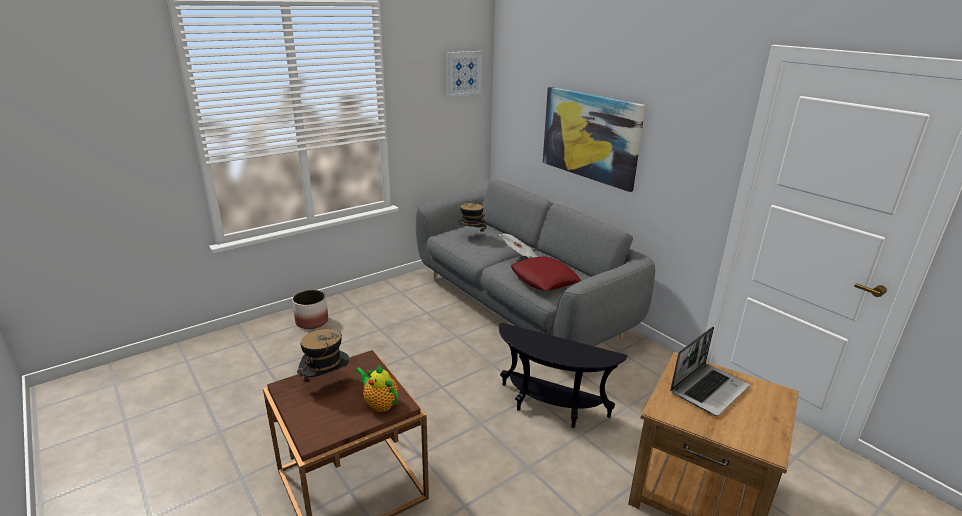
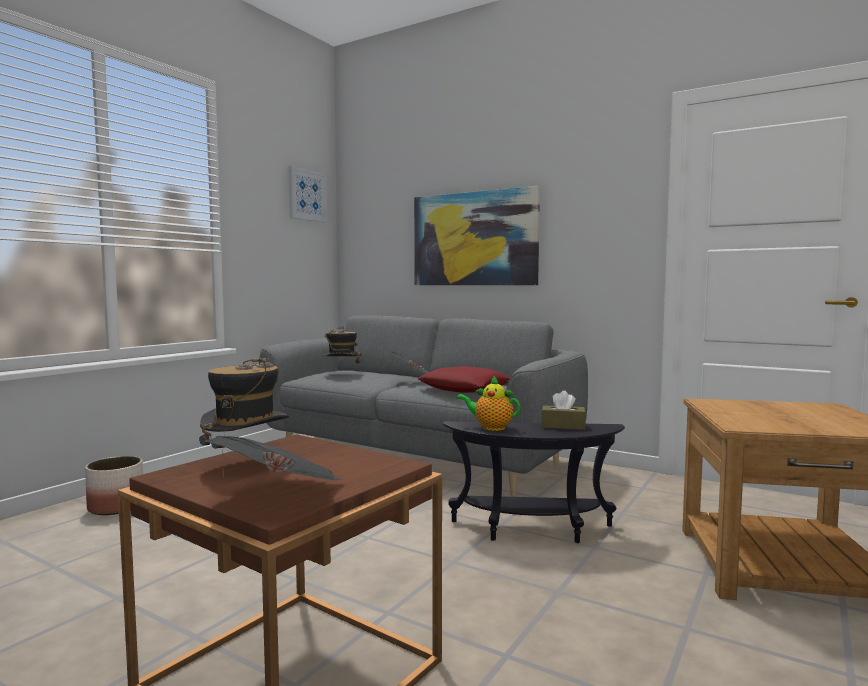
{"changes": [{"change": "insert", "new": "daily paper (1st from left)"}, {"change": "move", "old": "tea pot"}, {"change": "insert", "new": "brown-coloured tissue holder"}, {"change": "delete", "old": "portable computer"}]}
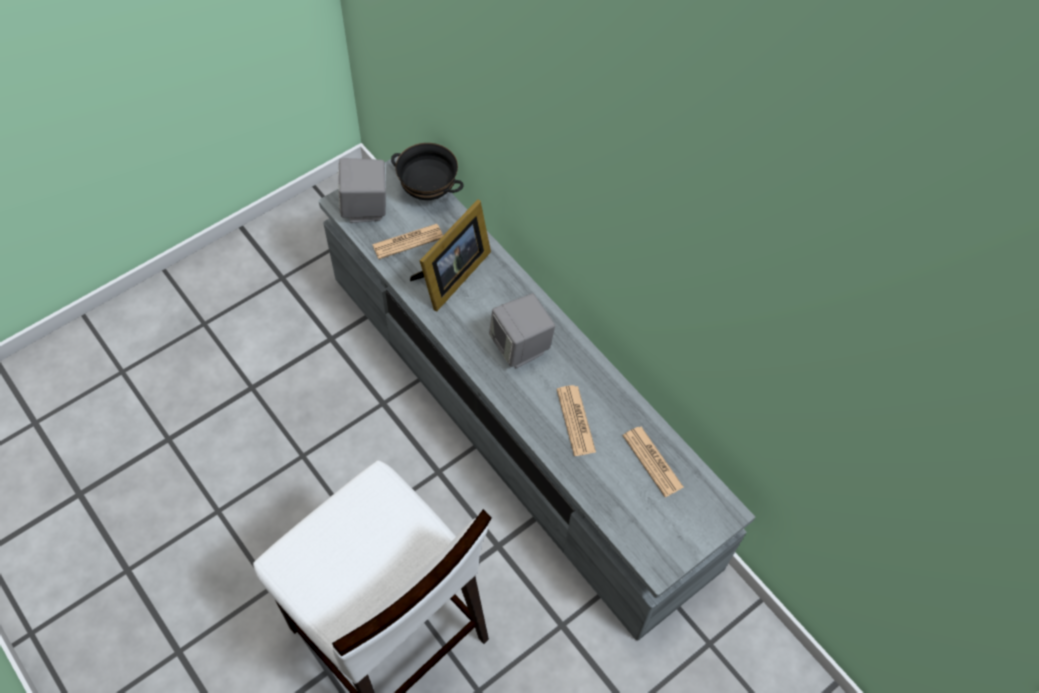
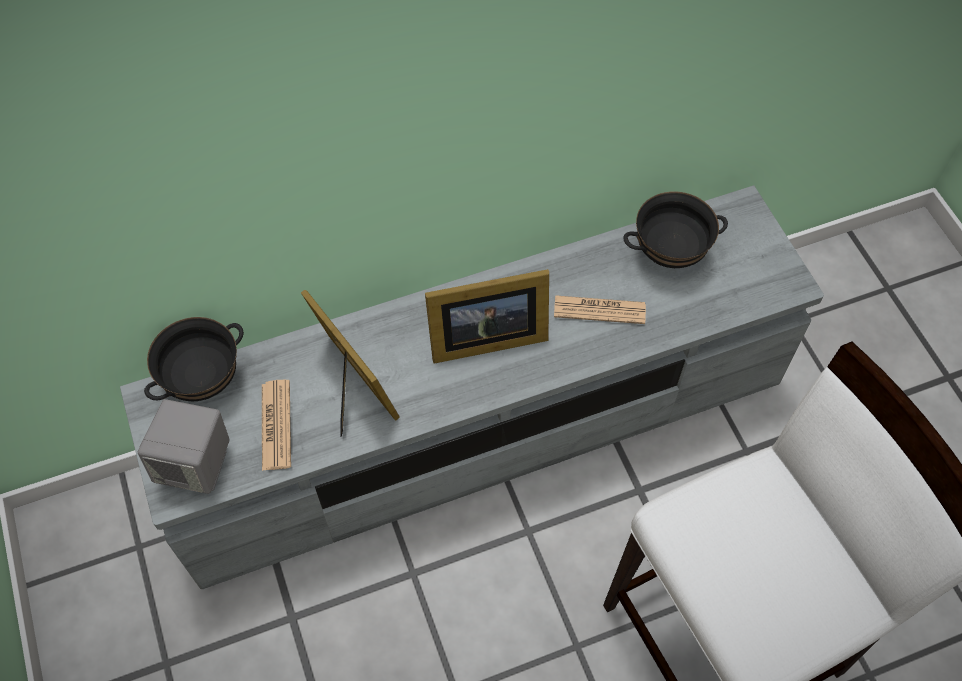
{"changes": [{"change": "replace", "old": "greyish speaker (2nd from left)", "new": "picture frame (2nd from left)"}, {"change": "replace", "old": "daily paper (3rd from left)", "new": "black bowl (2nd from left)"}]}
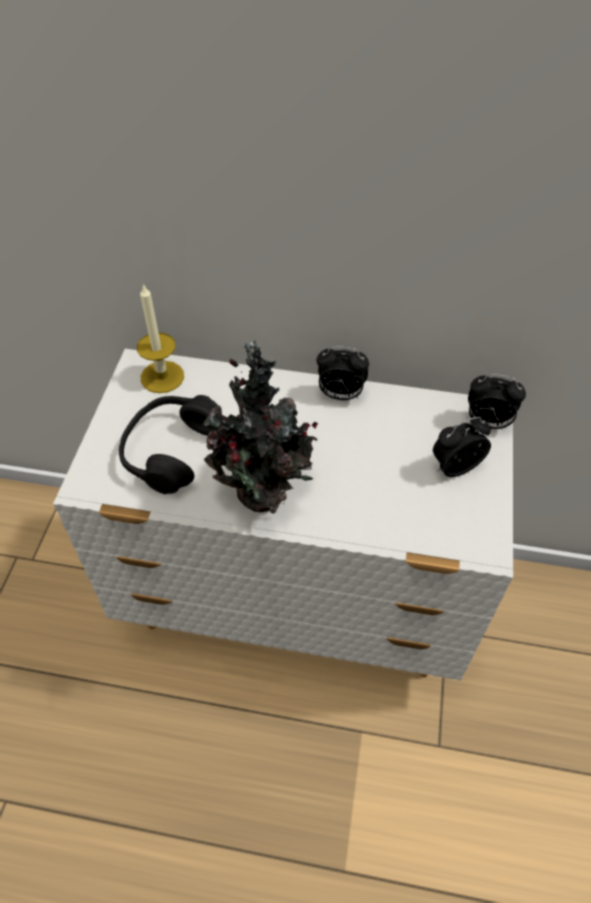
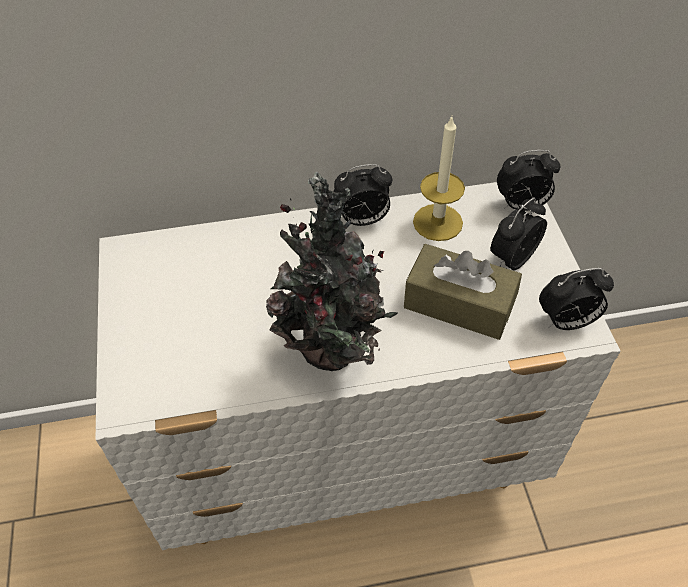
{"changes": [{"change": "insert", "new": "brown-coloured tissue holder"}, {"change": "move", "old": "wax light"}, {"change": "insert", "new": "alarm clock (4th from left)"}, {"change": "delete", "old": "black headphones"}]}
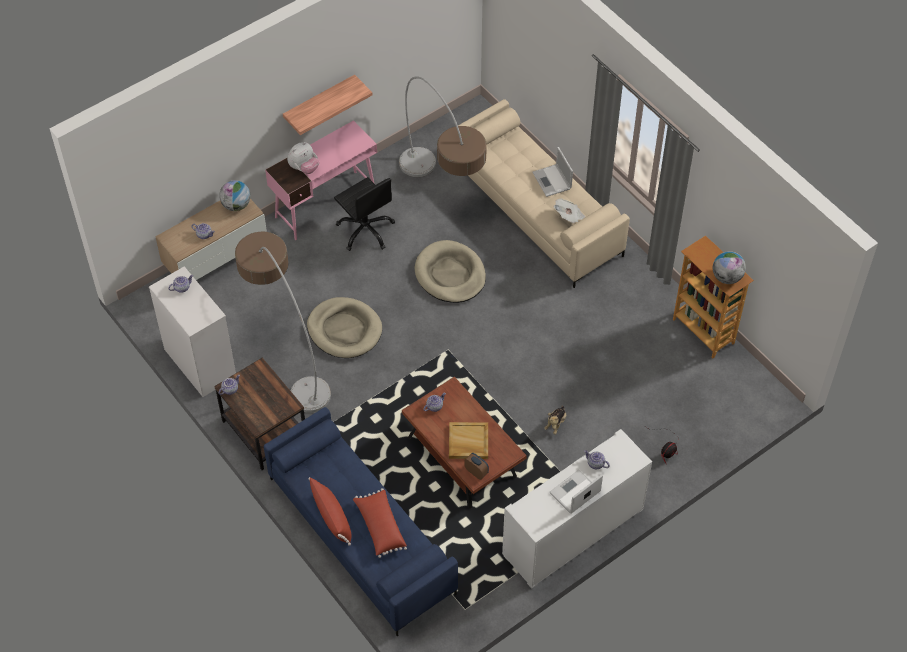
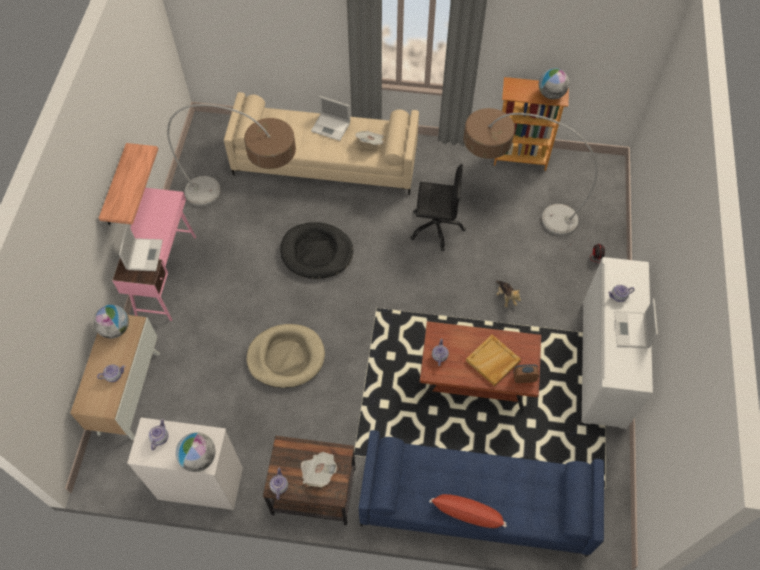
{"changes": [{"change": "replace", "old": "cuddly toy (1st from left)", "new": "portable computer (1st from left)"}, {"change": "insert", "new": "world globe (2nd from left)"}, {"change": "recolor", "old": "beige-coloured pet bed (2nd from left)", "new": "black pet bed"}, {"change": "insert", "new": "daily paper (1st from left)"}, {"change": "move", "old": "black computer chair"}, {"change": "move", "old": "standard lamp (1st from left in the first image)", "new": "standard lamp (2nd from left)"}, {"change": "delete", "old": "reddish pillow (2nd from left)"}]}
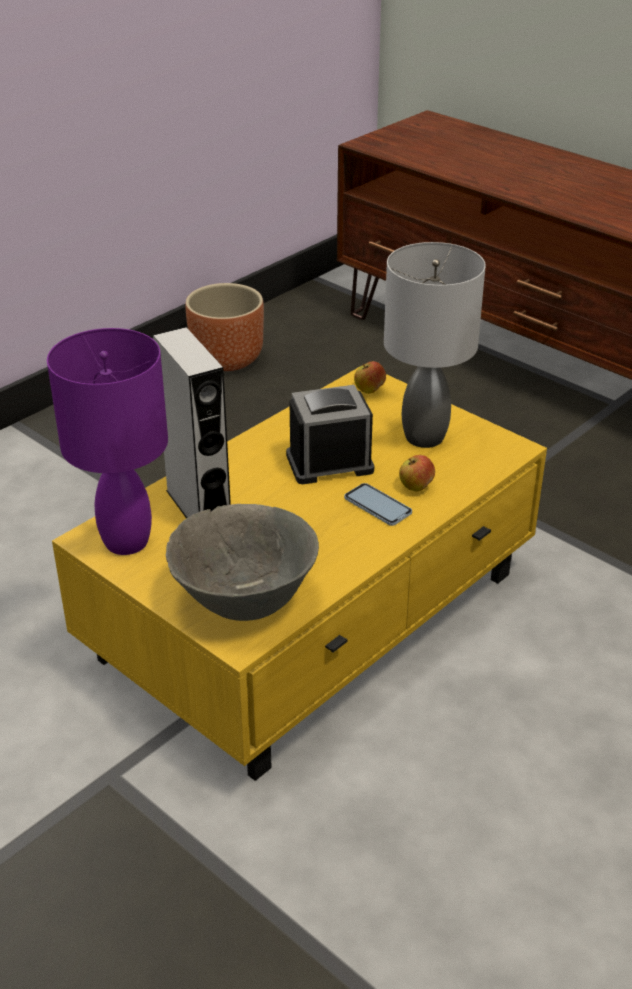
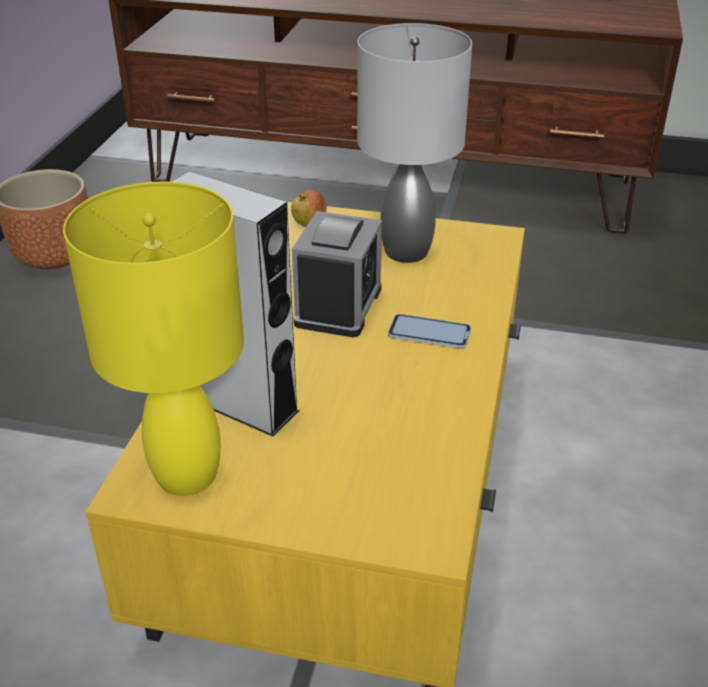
{"changes": [{"change": "recolor", "old": "purple-coloured tabletop lamp", "new": "yellow tabletop lamp"}, {"change": "rotate", "old": "alarm clock", "degrees": 150}, {"change": "delete", "old": "greyish bowl"}, {"change": "delete", "old": "apple fruit (2nd from left)"}]}
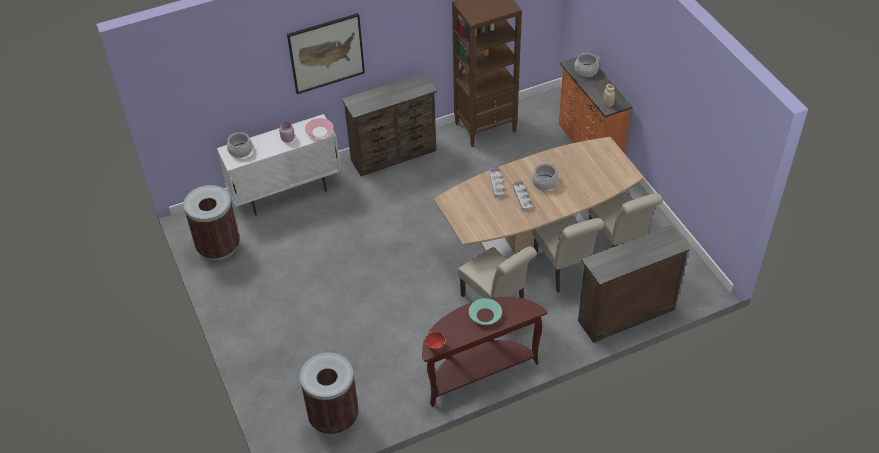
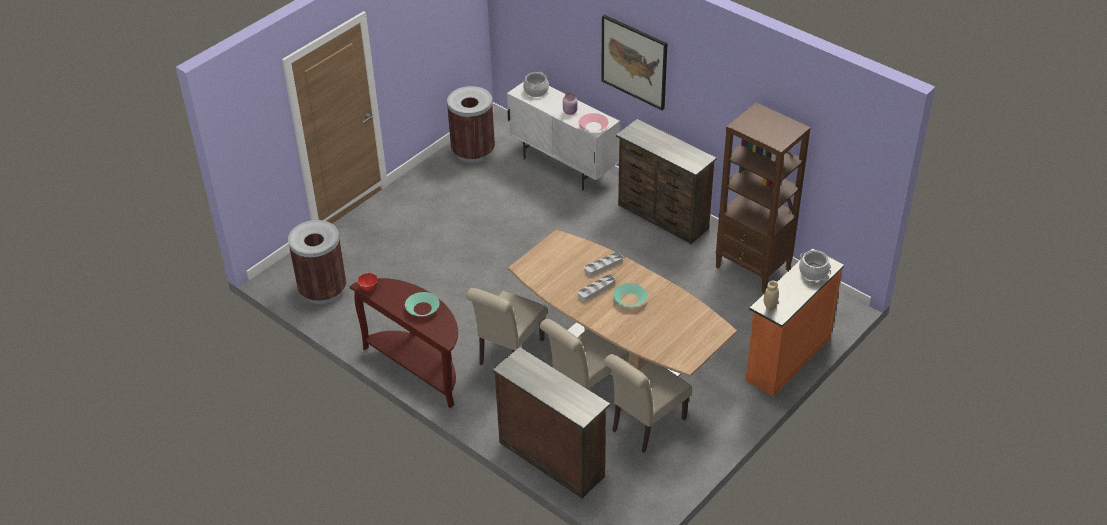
{"changes": [{"change": "replace", "old": "cooking pot (2nd from left)", "new": "turquoise-coloured bowl (2nd from left)"}]}
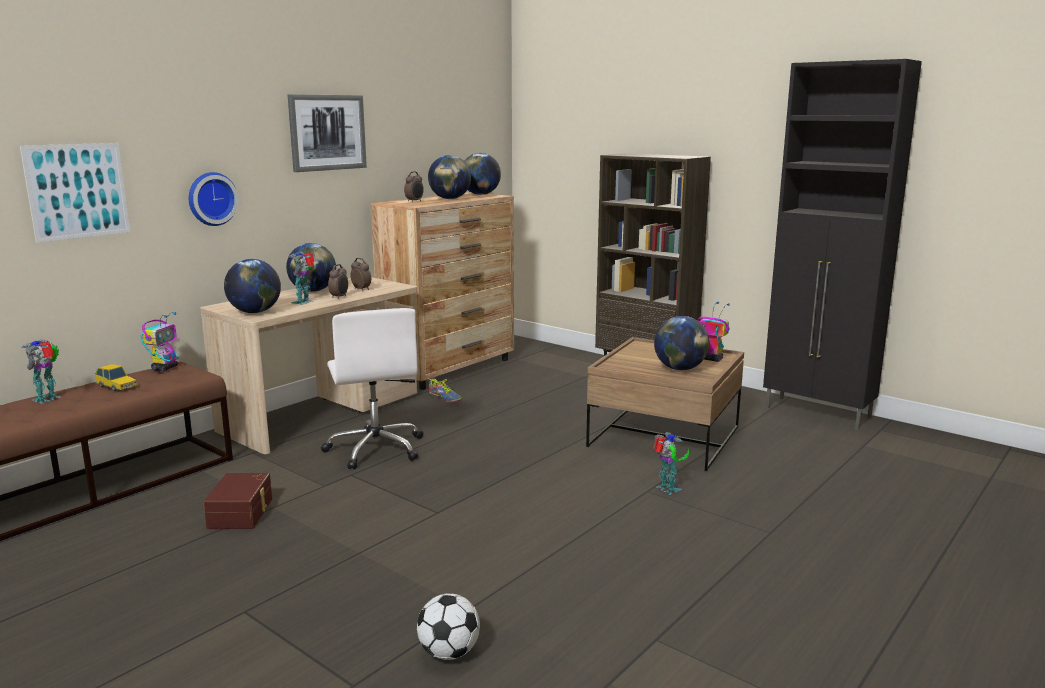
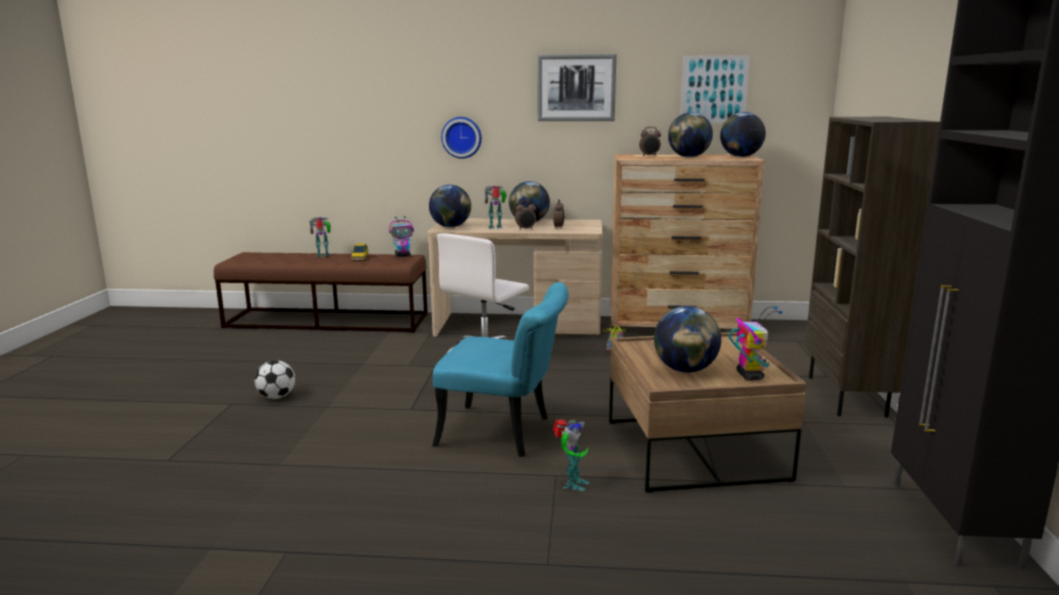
{"changes": [{"change": "move", "old": "football"}, {"change": "insert", "new": "turquoise-coloured chair"}, {"change": "move", "old": "wall art (1st from left in the first image)", "new": "wall art (2nd from left)"}, {"change": "delete", "old": "brown-coloured storage container"}]}
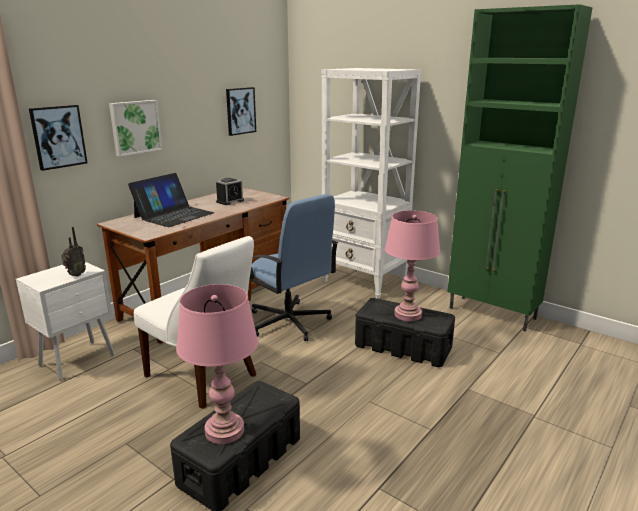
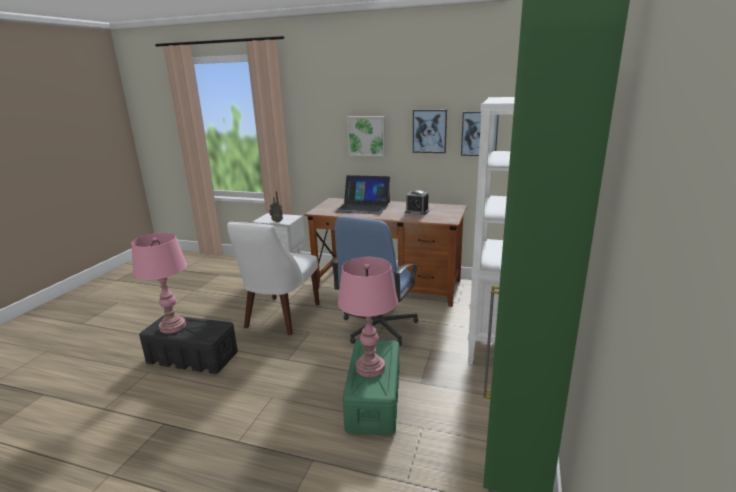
{"changes": [{"change": "recolor", "old": "black storage container (2nd from left)", "new": "greenish storage container"}, {"change": "move", "old": "wall art (1st from left in the first image)", "new": "wall art (2nd from left)"}]}
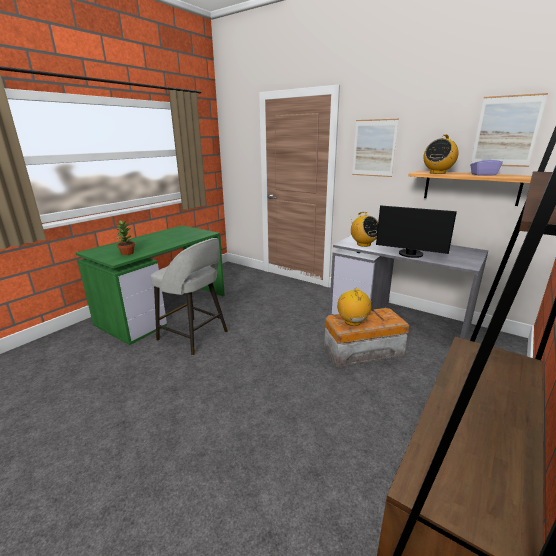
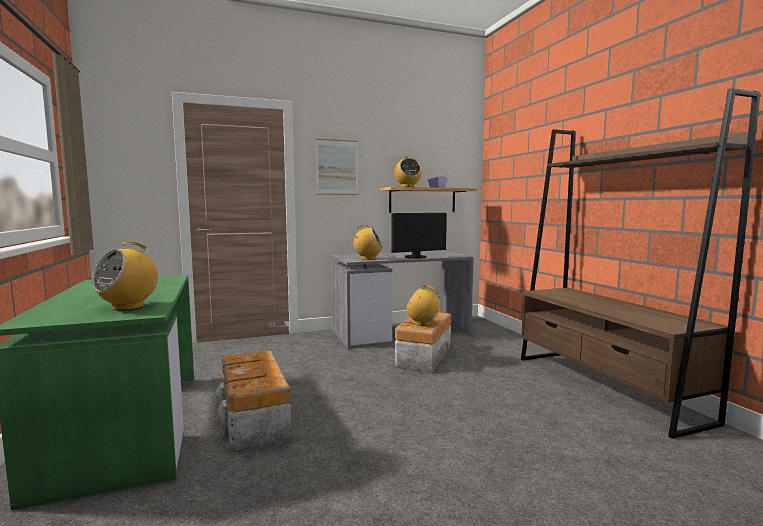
{"changes": [{"change": "replace", "old": "houseplant", "new": "radio (1st from left)"}, {"change": "replace", "old": "greyish stool seat", "new": "storage container (1st from left)"}, {"change": "delete", "old": "wall art (2nd from left)"}]}
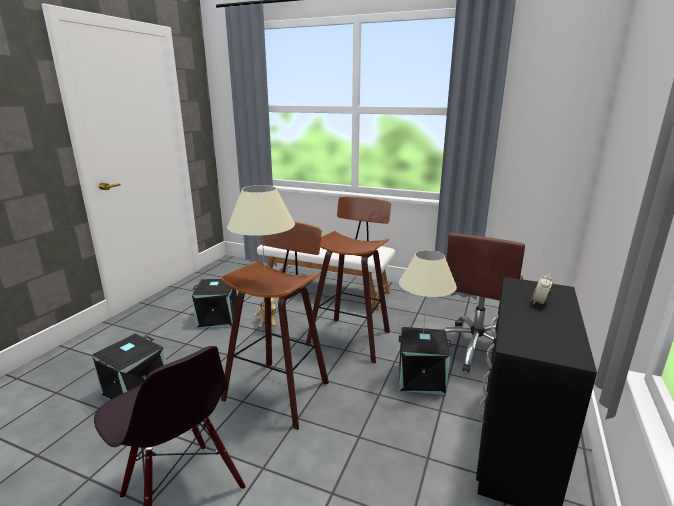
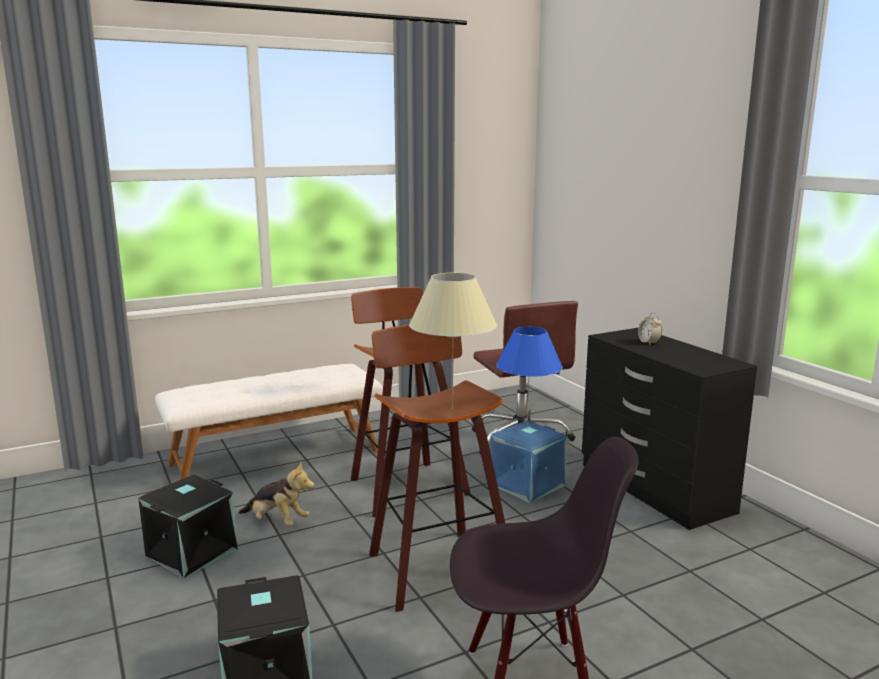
{"changes": [{"change": "recolor", "old": "black storage container (3rd from left)", "new": "blue-coloured storage container"}, {"change": "recolor", "old": "beige-coloured tabletop lamp (2nd from left)", "new": "blue-coloured tabletop lamp"}]}
